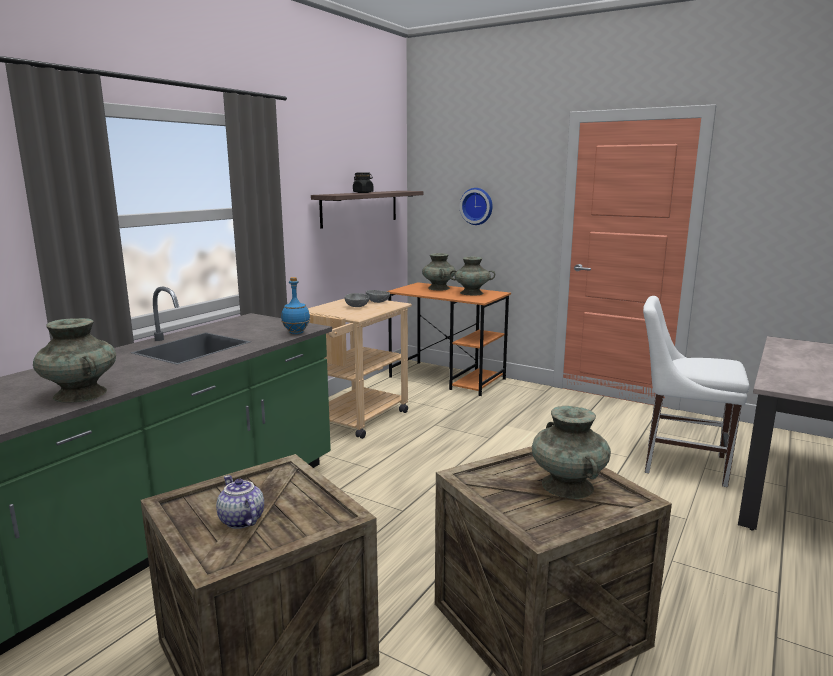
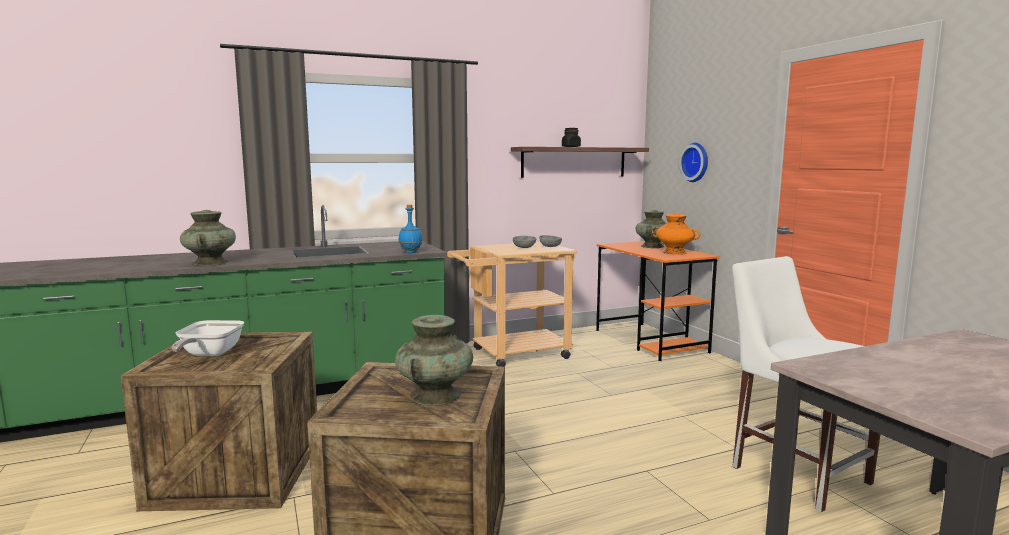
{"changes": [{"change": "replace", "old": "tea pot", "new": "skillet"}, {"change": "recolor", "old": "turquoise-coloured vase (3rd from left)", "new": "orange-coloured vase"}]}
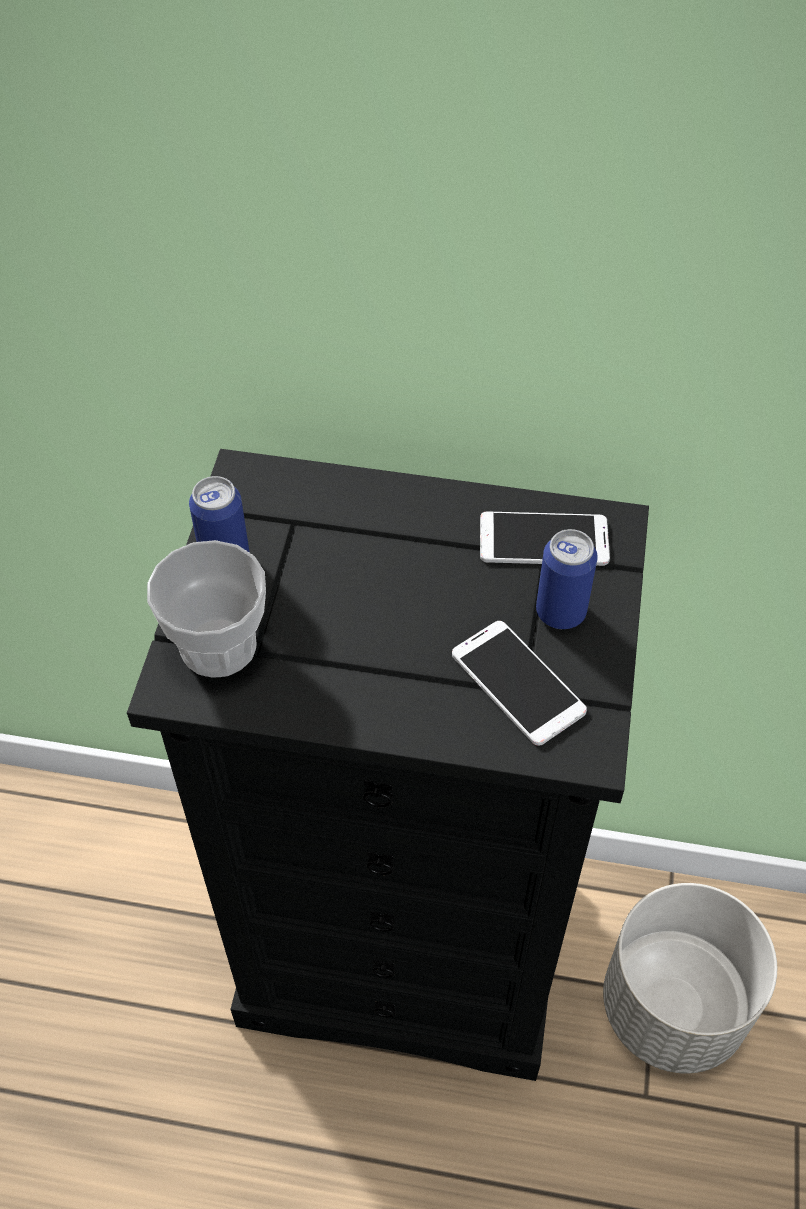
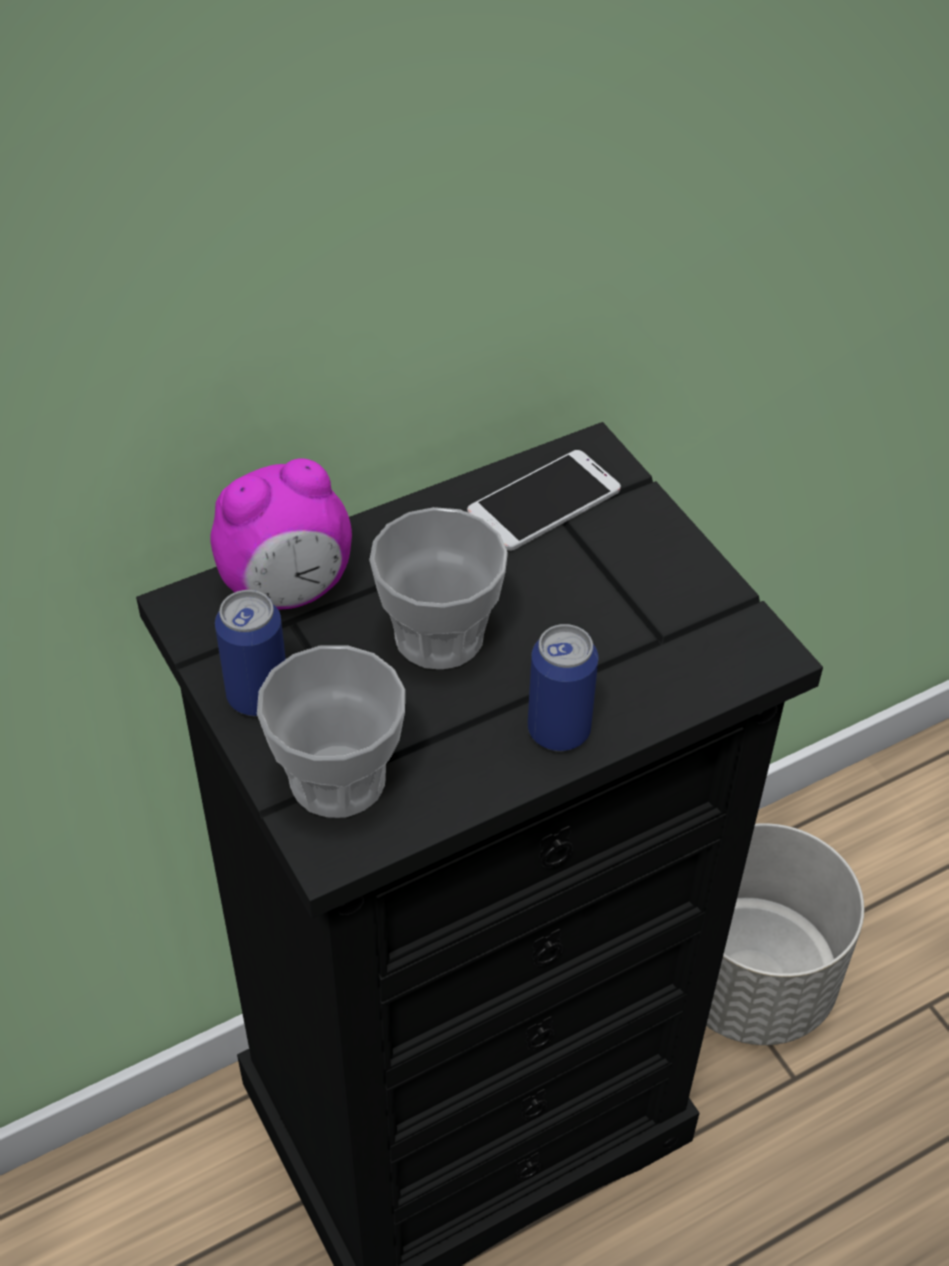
{"changes": [{"change": "insert", "new": "alarm clock"}, {"change": "insert", "new": "cup (2nd from left)"}, {"change": "move", "old": "metal can (2nd from left)"}, {"change": "delete", "old": "phone (1st from left)"}]}
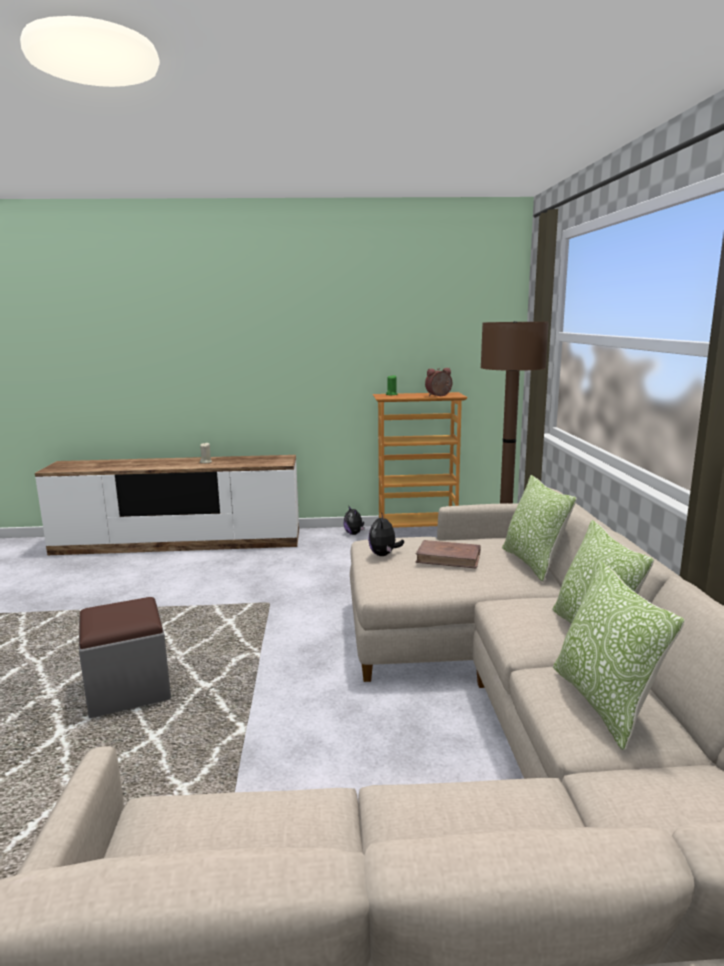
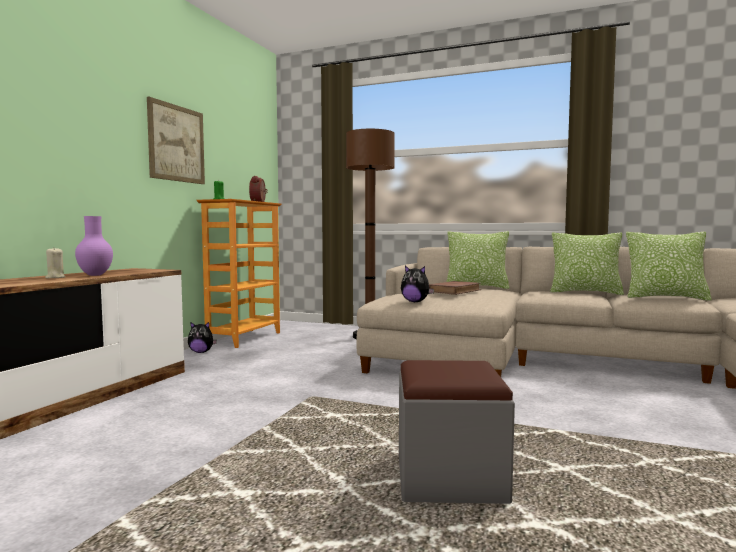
{"changes": [{"change": "insert", "new": "purple-coloured vase"}, {"change": "insert", "new": "wall art"}]}
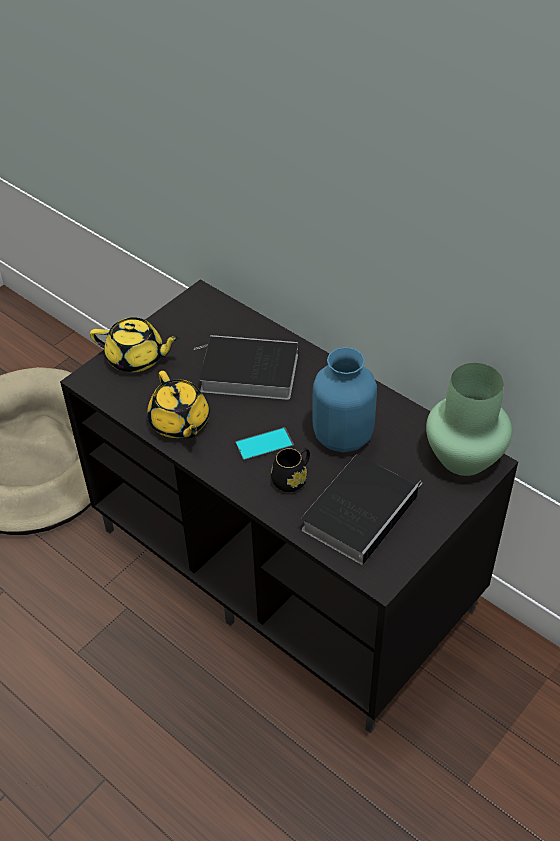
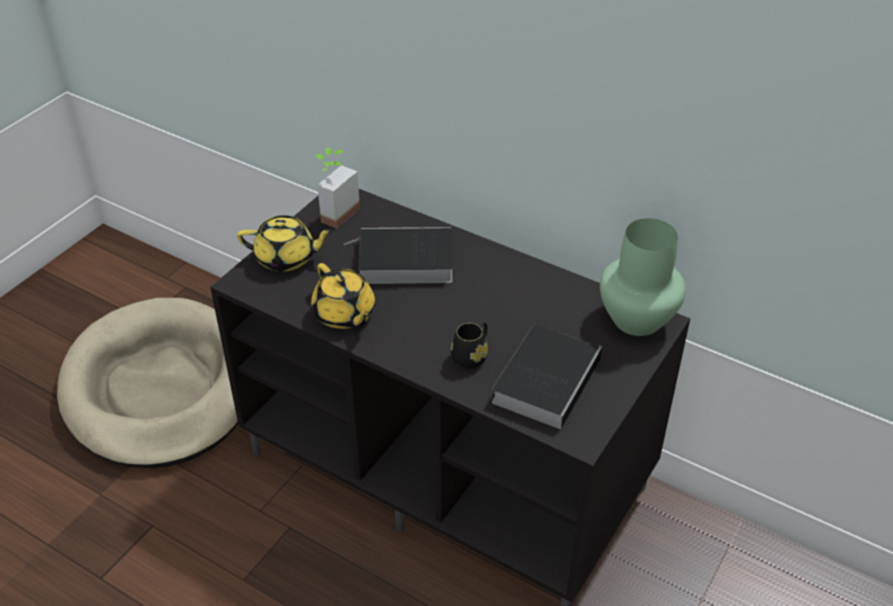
{"changes": [{"change": "insert", "new": "houseplant"}, {"change": "delete", "old": "phone"}, {"change": "delete", "old": "blue-coloured vase"}]}
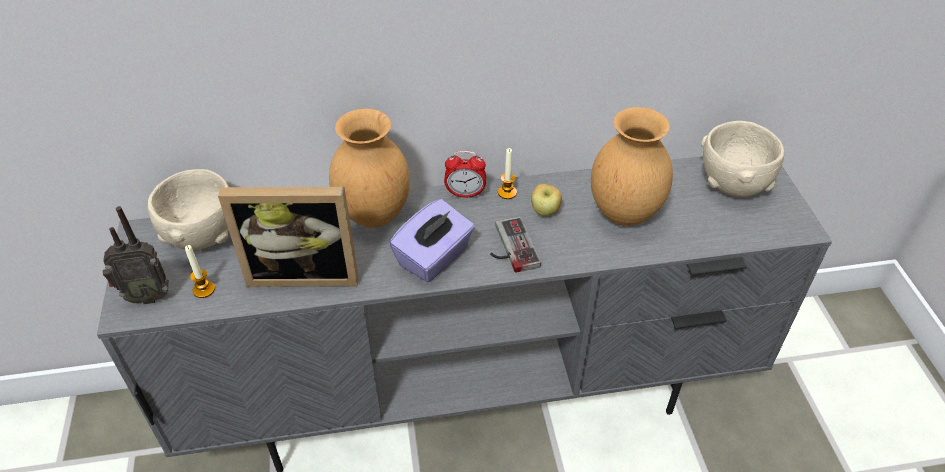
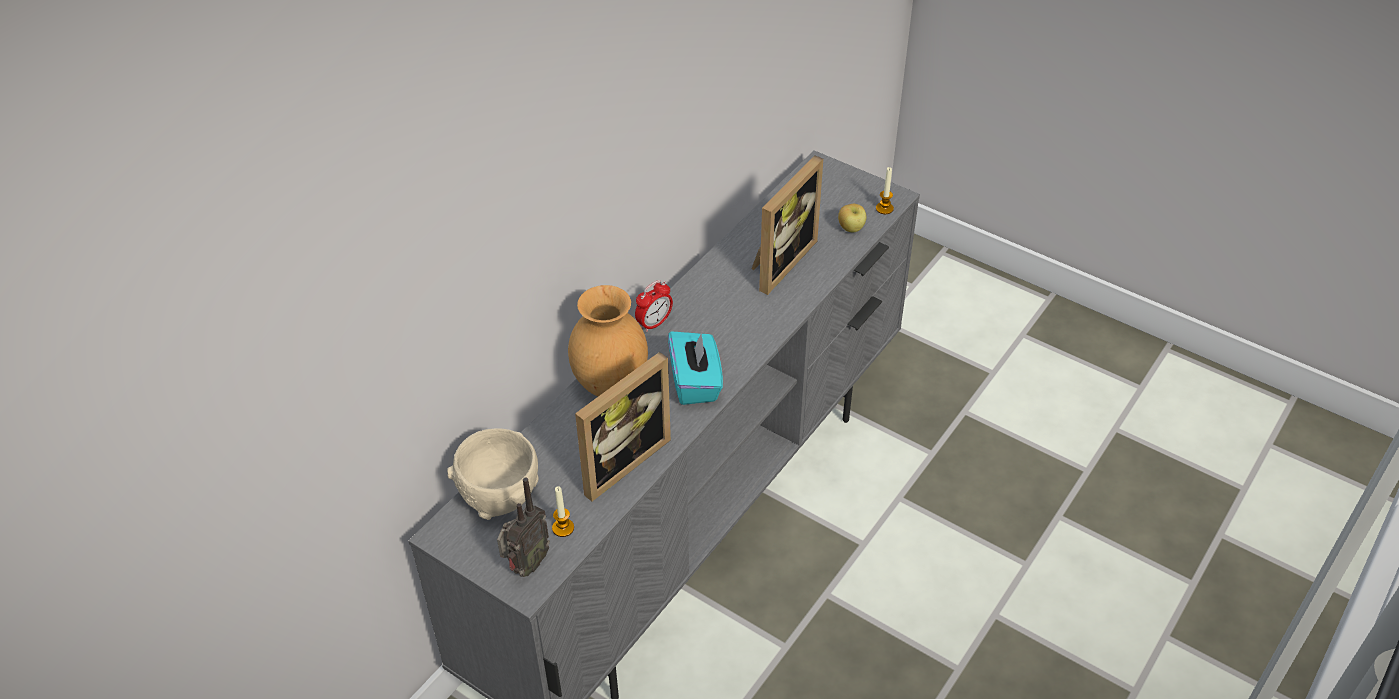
{"changes": [{"change": "recolor", "old": "purple-coloured tissue holder", "new": "turquoise-coloured tissue holder"}, {"change": "replace", "old": "brown-coloured vase (2nd from left)", "new": "picture frame (2nd from left)"}, {"change": "move", "old": "apple fruit"}, {"change": "move", "old": "wax light (2nd from left)"}, {"change": "delete", "old": "joypad"}, {"change": "delete", "old": "beige-coloured bowl (2nd from left)"}]}
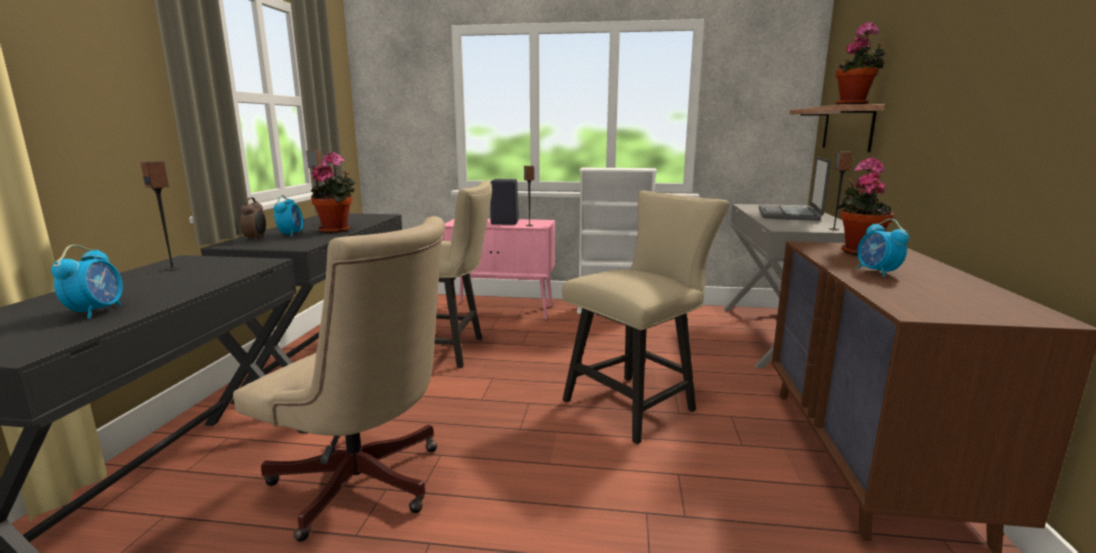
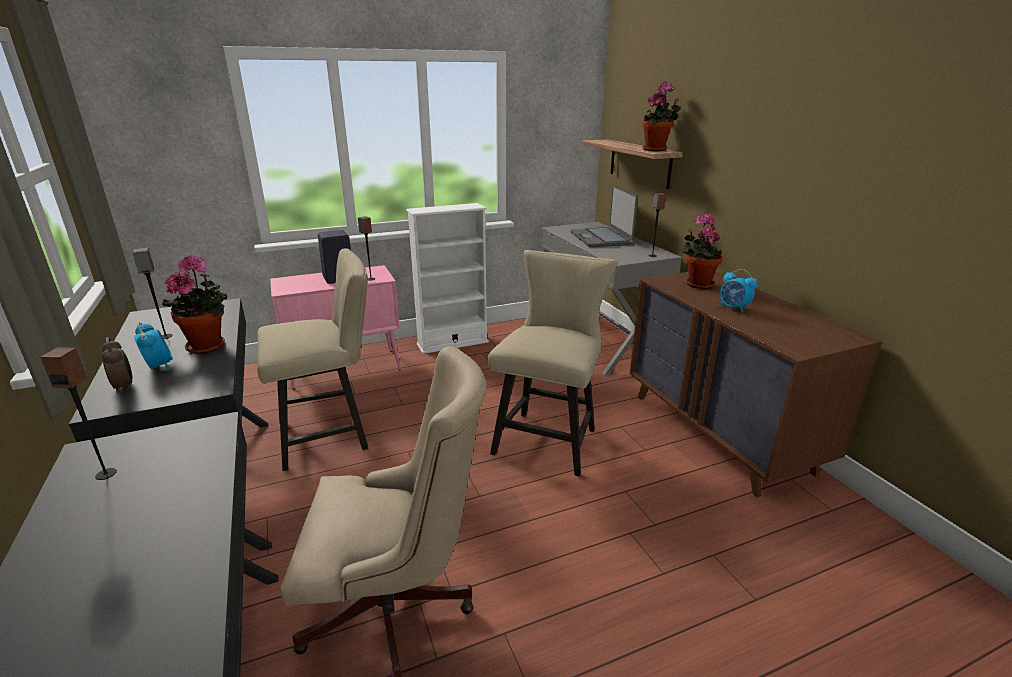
{"changes": [{"change": "delete", "old": "alarm clock (1st from left)"}]}
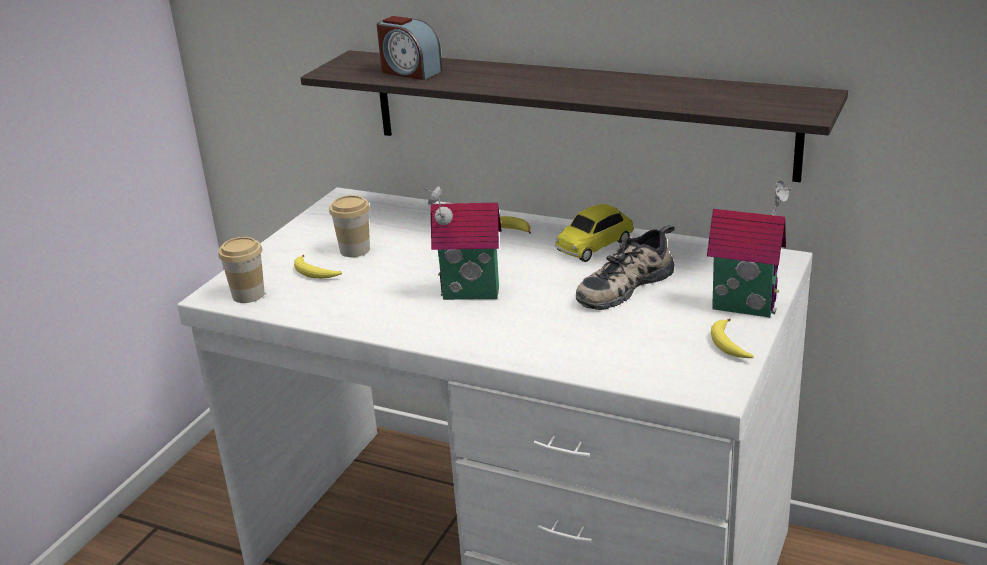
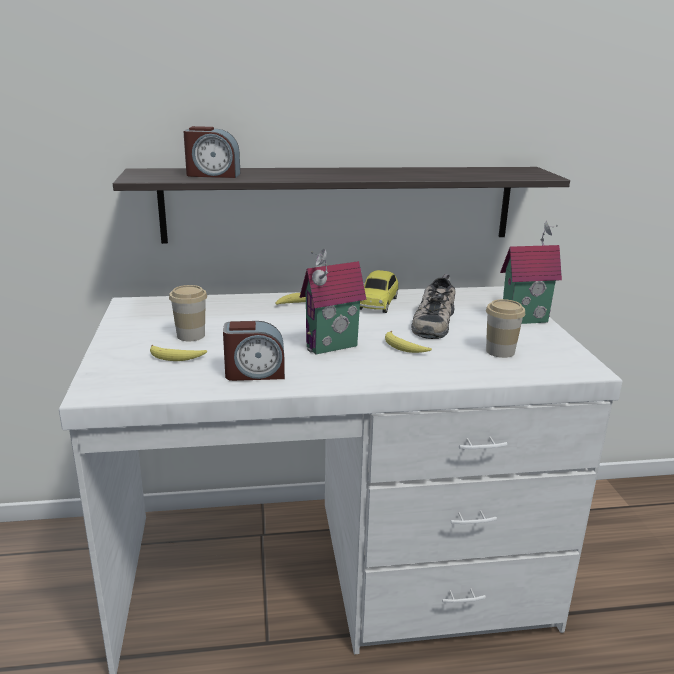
{"changes": [{"change": "insert", "new": "alarm clock (2nd from left)"}, {"change": "move", "old": "banana fruit (3rd from left)"}, {"change": "move", "old": "cup (1st from left in the first image)", "new": "cup (2nd from left)"}]}
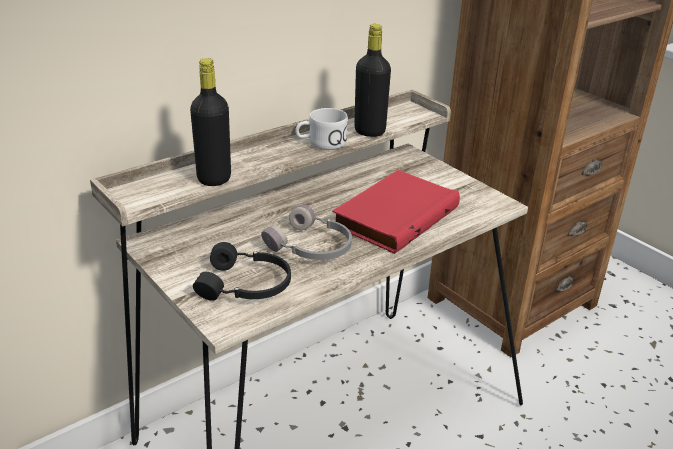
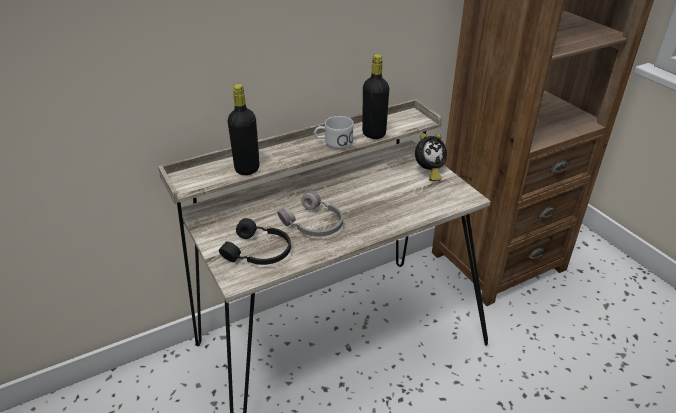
{"changes": [{"change": "insert", "new": "alarm clock"}, {"change": "delete", "old": "reddish bound book"}]}
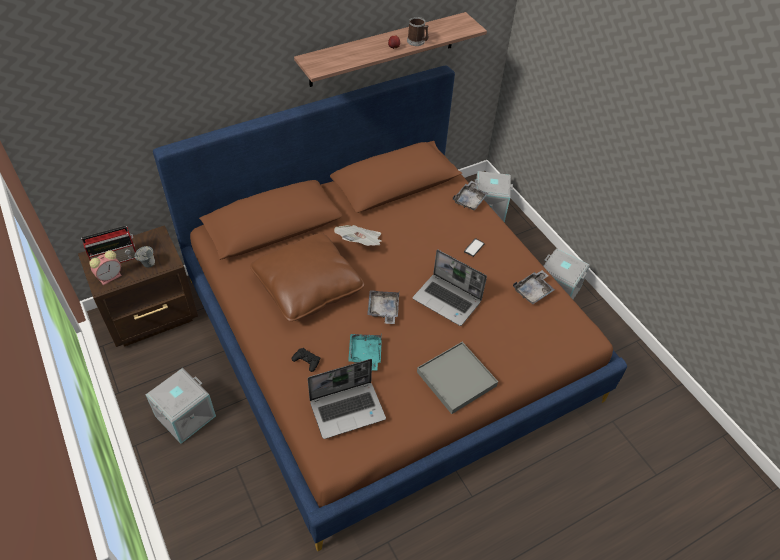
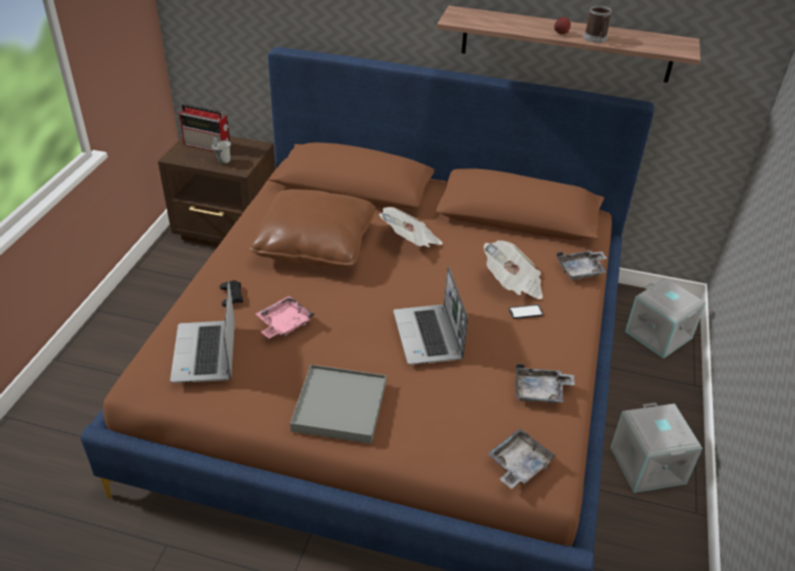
{"changes": [{"change": "rotate", "old": "portable computer (1st from left)", "degrees": 60}, {"change": "recolor", "old": "turquoise-coloured carrying tray", "new": "pink carrying tray"}, {"change": "insert", "new": "daily paper (2nd from left)"}, {"change": "move", "old": "greyish carrying tray (1st from left in the first image)", "new": "greyish carrying tray (2nd from left)"}, {"change": "delete", "old": "alarm clock"}, {"change": "delete", "old": "greyish storage container (1st from left)"}]}
